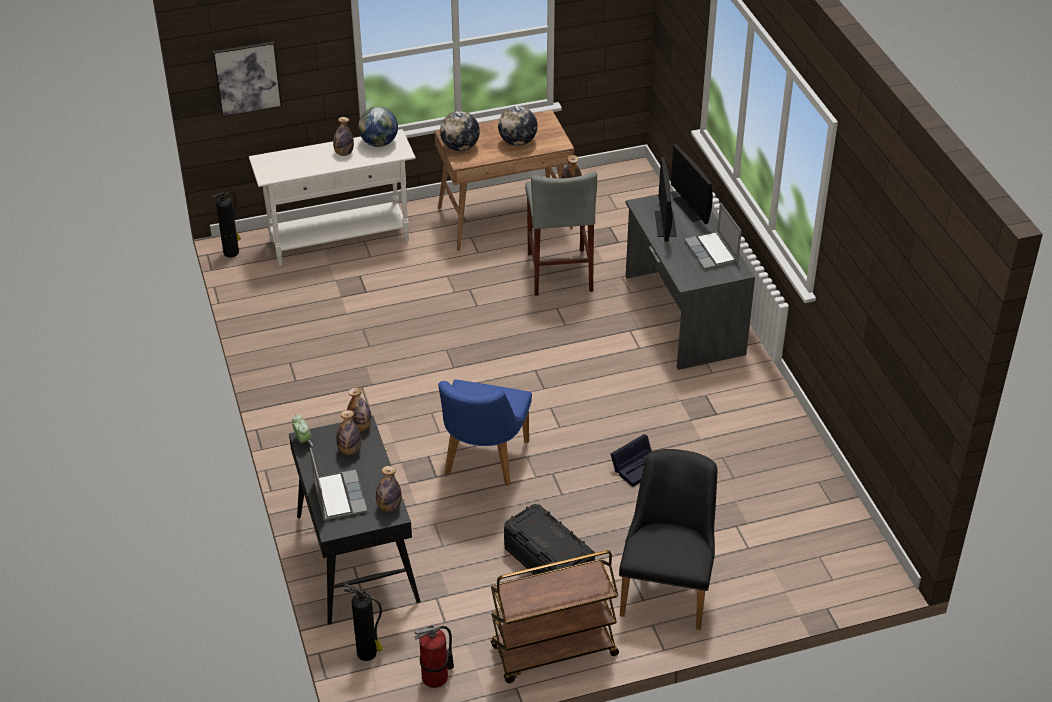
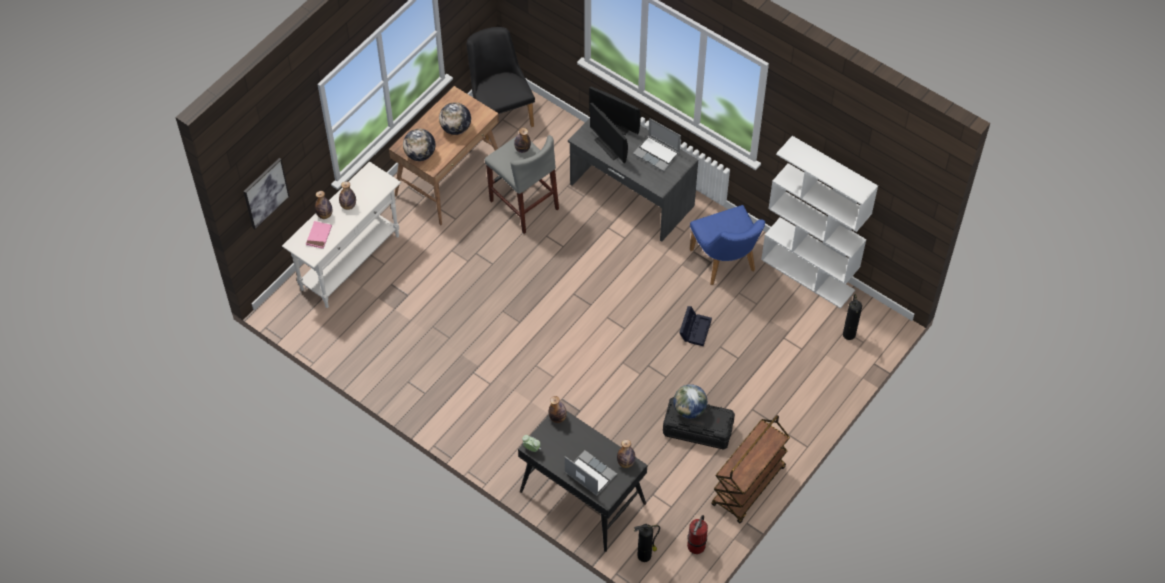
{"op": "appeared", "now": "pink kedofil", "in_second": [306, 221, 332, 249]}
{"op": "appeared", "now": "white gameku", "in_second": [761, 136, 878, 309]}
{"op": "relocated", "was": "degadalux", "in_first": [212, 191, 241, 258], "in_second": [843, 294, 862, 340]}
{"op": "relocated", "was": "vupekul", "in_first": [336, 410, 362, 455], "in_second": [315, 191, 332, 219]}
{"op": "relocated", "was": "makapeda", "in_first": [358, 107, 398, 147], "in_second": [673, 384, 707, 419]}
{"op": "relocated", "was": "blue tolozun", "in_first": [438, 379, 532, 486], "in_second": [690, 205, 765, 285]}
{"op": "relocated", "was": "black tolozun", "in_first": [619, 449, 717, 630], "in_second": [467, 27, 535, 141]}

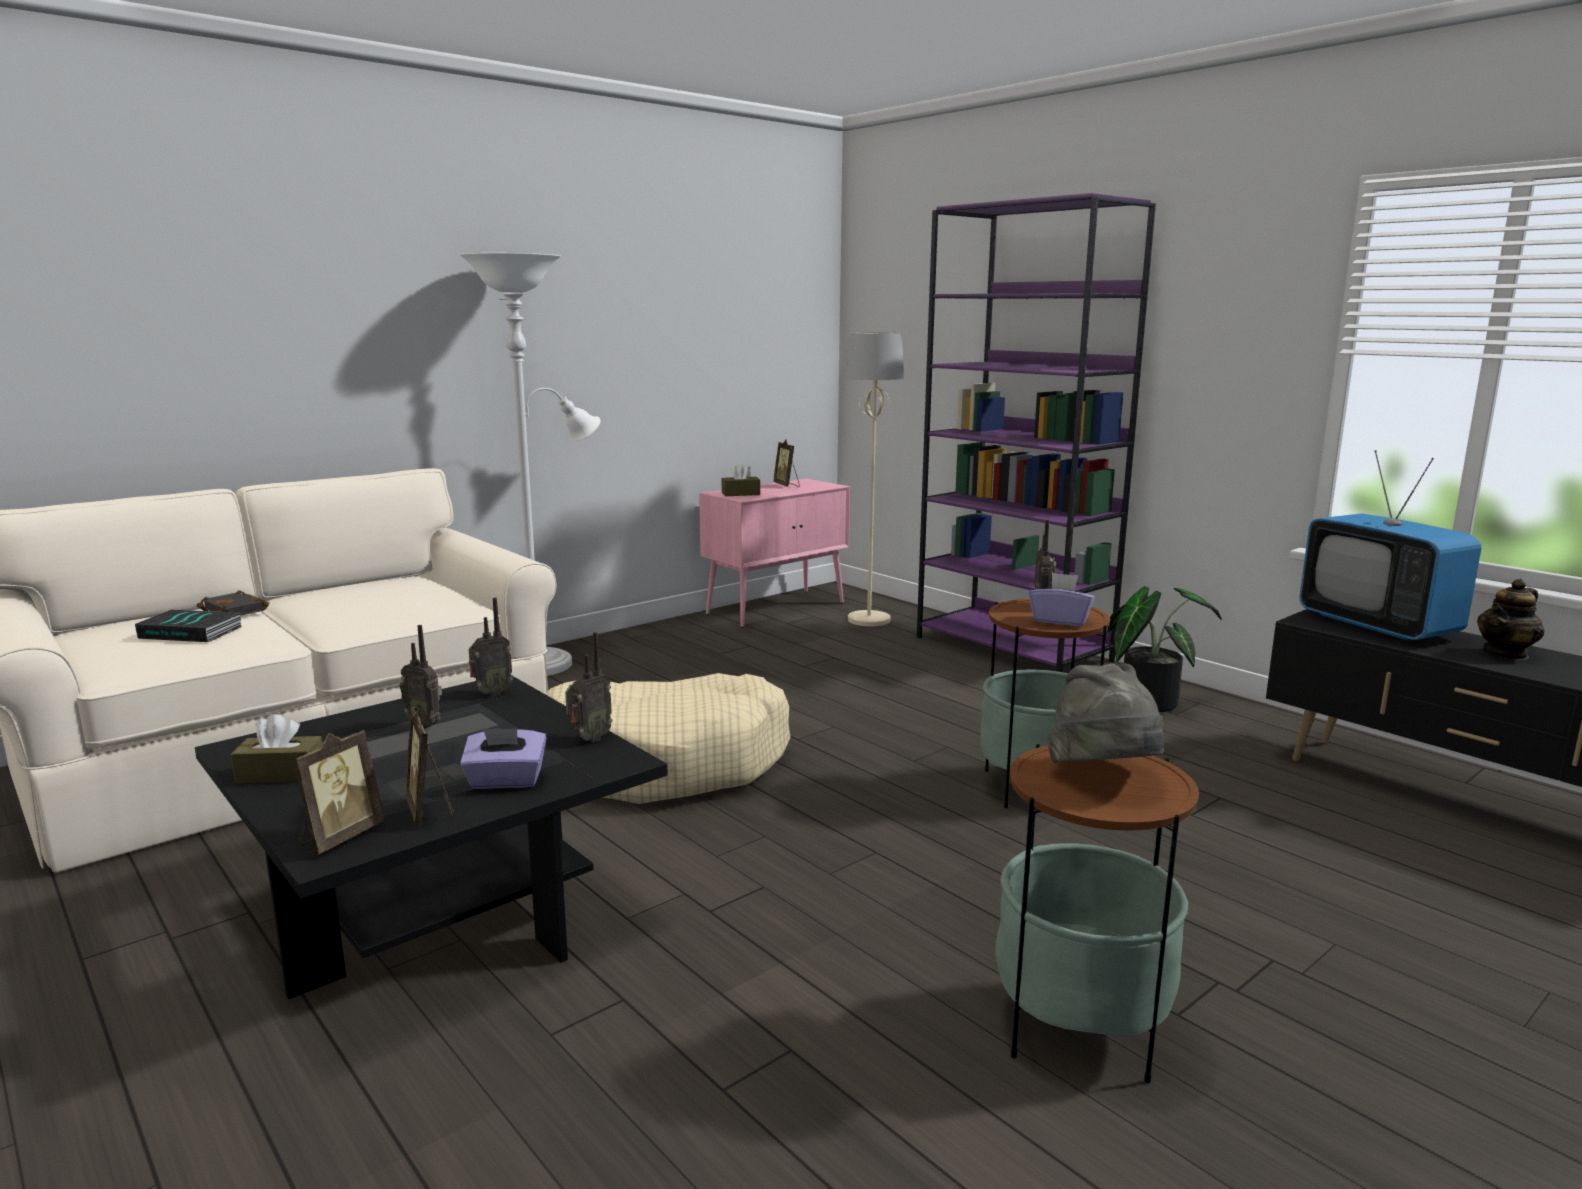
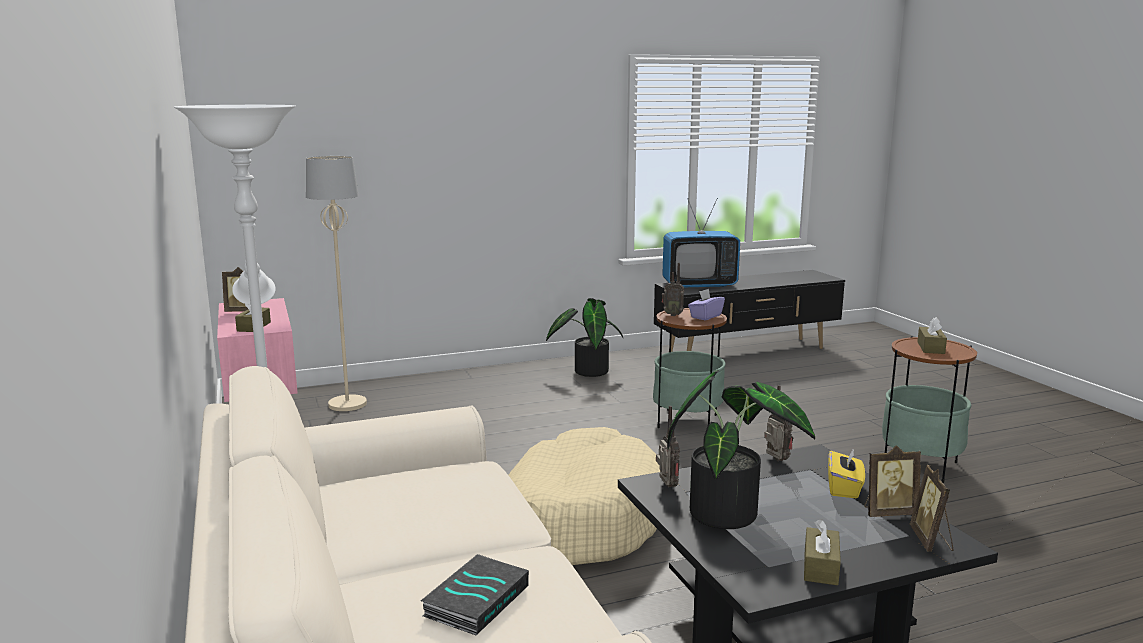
{"op": "missing", "was": "black kedofil", "in_first": [197, 590, 269, 616]}
{"op": "missing", "was": "purple gameku", "in_first": [917, 193, 1156, 672]}
{"op": "missing", "was": "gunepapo", "in_first": [1477, 578, 1545, 660]}
{"op": "exchanged", "was": "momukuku", "now": "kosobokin", "in_first": [399, 625, 442, 729], "in_second": [667, 370, 815, 529]}
{"op": "exchanged", "was": "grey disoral", "now": "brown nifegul", "in_first": [1048, 663, 1164, 763], "in_second": [917, 317, 947, 354]}
{"op": "colour", "was": "purple nifegul", "now": "yellow nifegul", "in_first": [460, 728, 546, 789], "in_second": [828, 448, 865, 499]}
{"op": "spun", "was": "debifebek", "in_first": [293, 730, 385, 854], "in_second": [910, 465, 954, 552], "clockwise": -135}

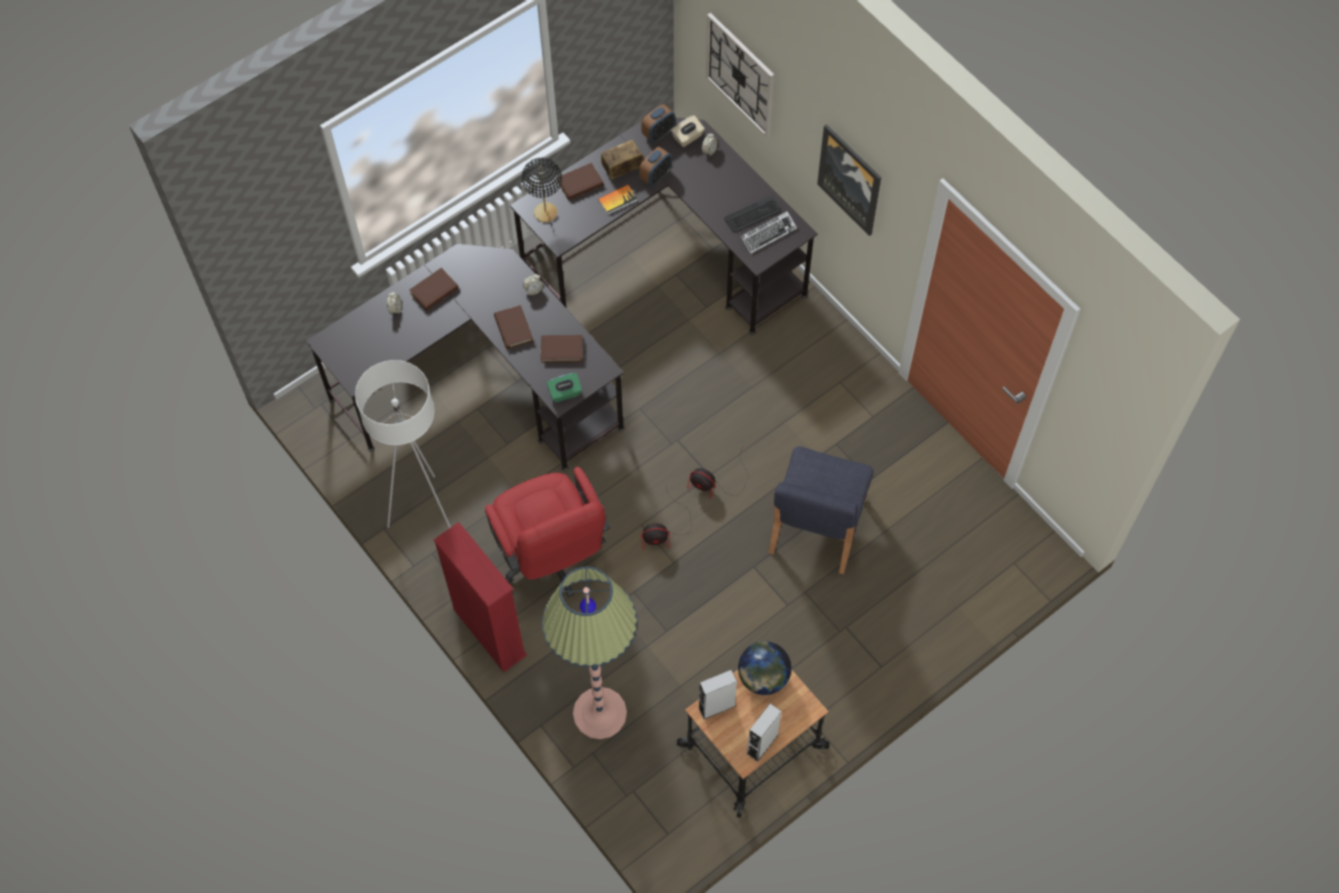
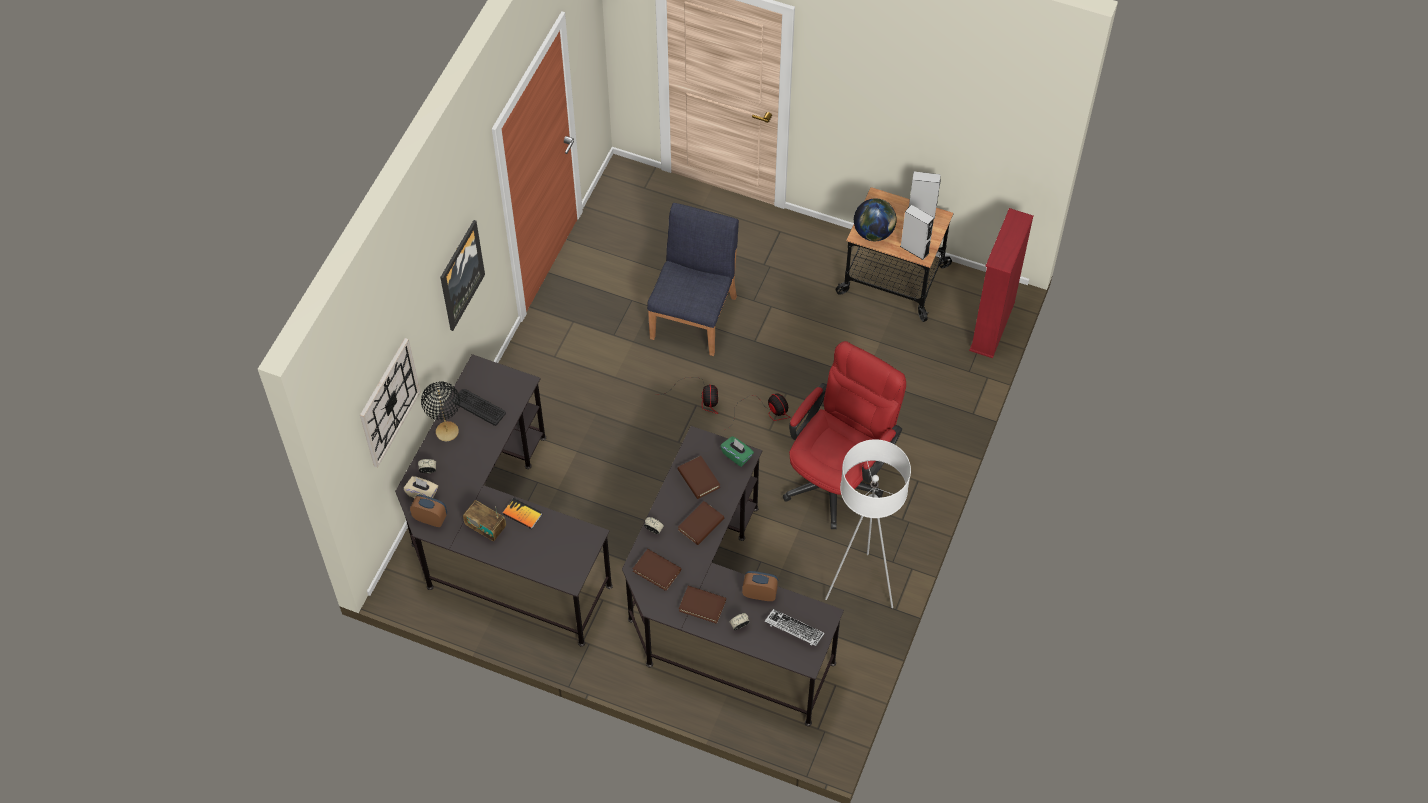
{"op": "missing", "was": "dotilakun", "in_first": [542, 566, 637, 739]}
{"op": "relocated", "was": "red gameku", "in_first": [434, 522, 527, 672], "in_second": [969, 208, 1034, 358]}
{"op": "relocated", "was": "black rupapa", "in_first": [522, 158, 562, 223], "in_second": [421, 381, 460, 442]}
{"op": "relocated", "was": "brown kedofil", "in_first": [557, 163, 604, 200], "in_second": [633, 549, 681, 591]}
{"op": "relocated", "was": "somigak", "in_first": [639, 147, 672, 186], "in_second": [742, 571, 778, 601]}
{"op": "relocated", "was": "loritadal", "in_first": [740, 211, 797, 254], "in_second": [765, 609, 824, 646]}
{"op": "spun", "was": "blue tolozun", "in_first": [769, 447, 874, 574], "in_second": [647, 203, 739, 356], "clockwise": -60}

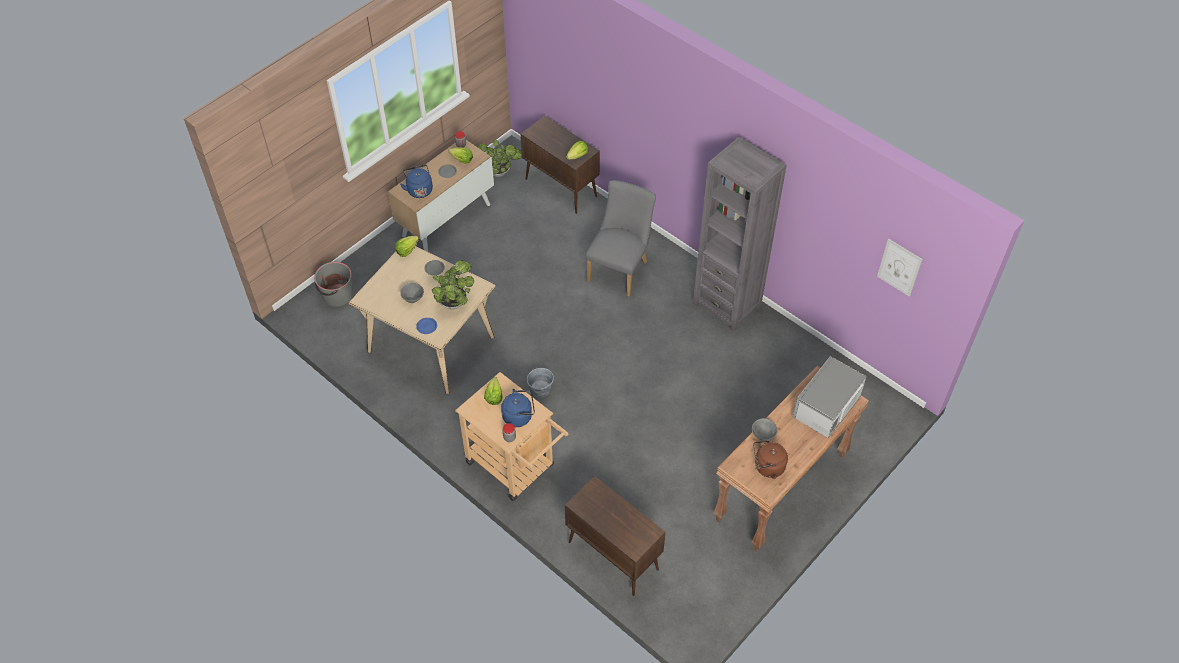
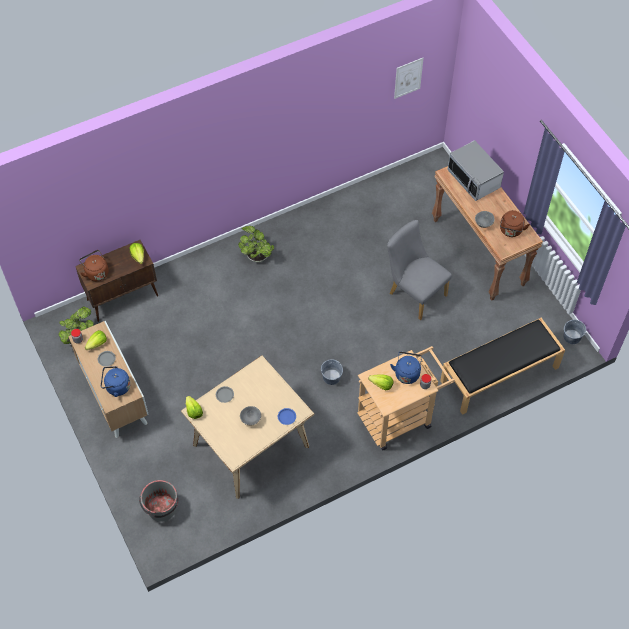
{"op": "missing", "was": "grey gameku", "in_first": [693, 137, 787, 332]}
{"op": "appeared", "now": "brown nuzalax", "in_second": [79, 250, 109, 281]}
{"op": "appeared", "now": "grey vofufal", "in_second": [563, 320, 586, 344]}
{"op": "relocated", "was": "kosobokin", "in_first": [432, 260, 474, 309], "in_second": [238, 226, 274, 262]}
{"op": "relocated", "was": "grey tolozun", "in_first": [585, 180, 656, 297], "in_second": [387, 220, 452, 320]}
{"op": "exchanged", "was": "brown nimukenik", "now": "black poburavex", "in_first": [565, 476, 666, 596], "in_second": [440, 318, 565, 415]}

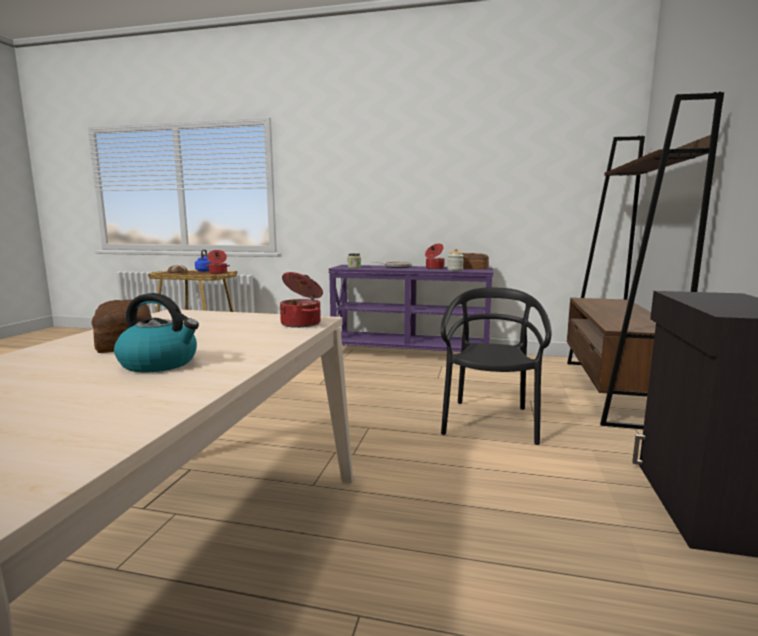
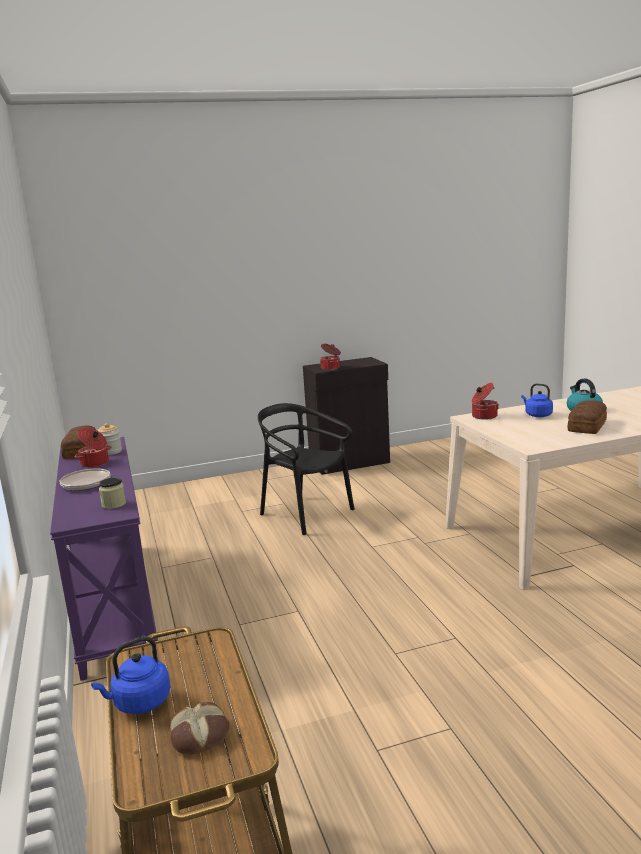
{"op": "missing", "was": "brown gameku", "in_first": [567, 92, 724, 429]}
{"op": "appeared", "now": "blue nuzalax", "in_second": [521, 383, 553, 417]}
{"op": "relocated", "was": "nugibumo", "in_first": [206, 250, 230, 274], "in_second": [320, 344, 341, 370]}
{"op": "spun", "was": "black tolozun", "in_first": [441, 287, 552, 445], "in_second": [258, 403, 355, 535], "clockwise": 60}

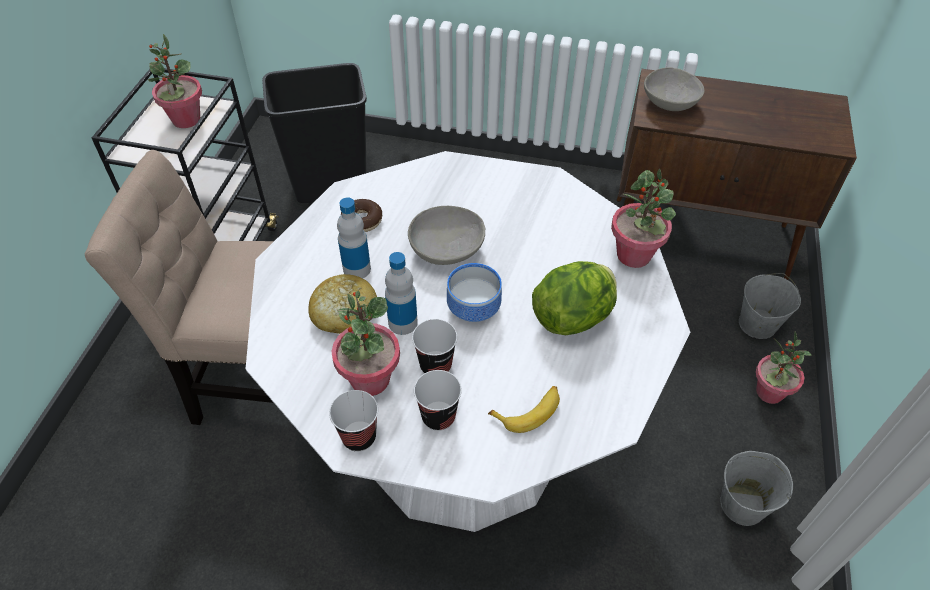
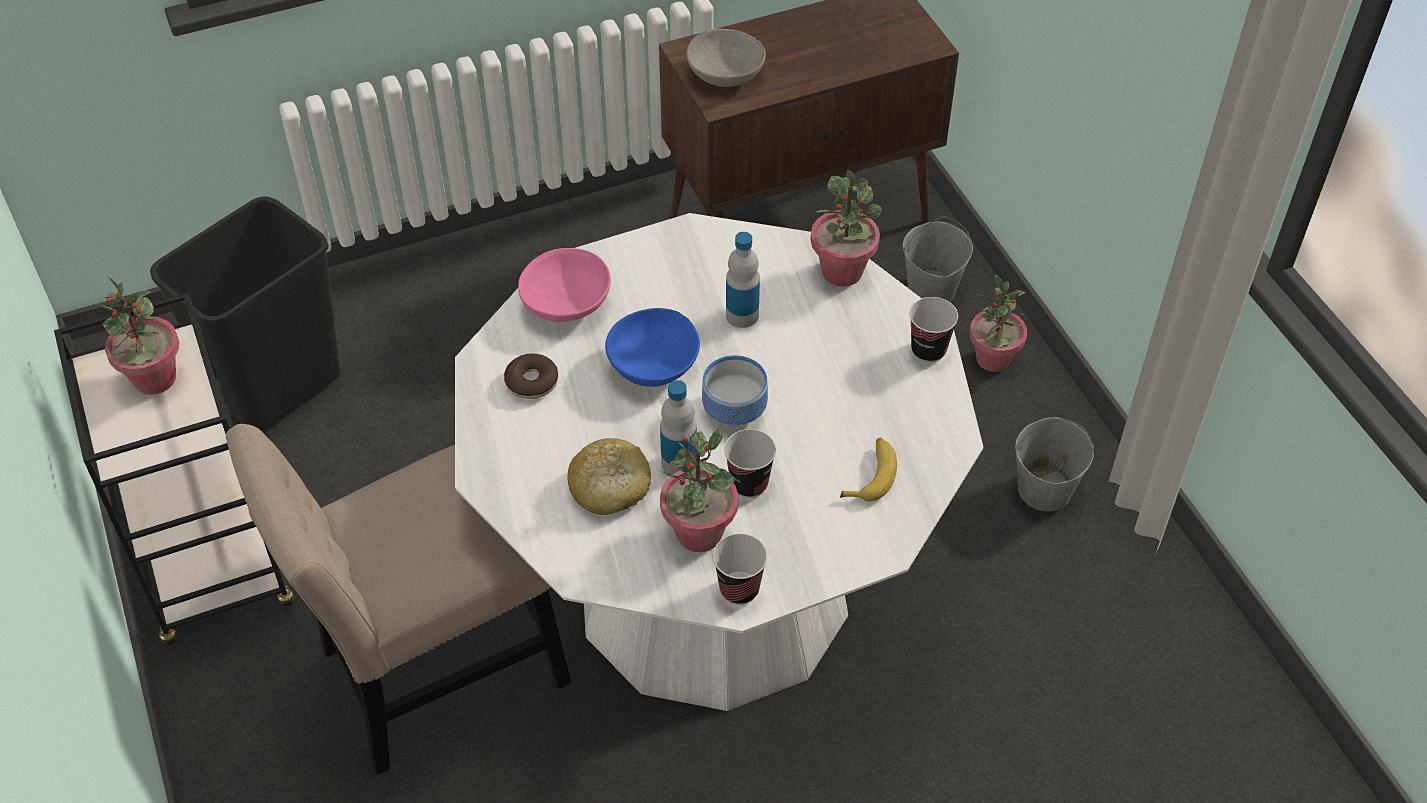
{"op": "missing", "was": "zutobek", "in_first": [532, 261, 617, 335]}
{"op": "appeared", "now": "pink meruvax", "in_second": [518, 248, 611, 322]}
{"op": "relocated", "was": "vupekul", "in_first": [337, 198, 371, 278], "in_second": [726, 232, 760, 328]}
{"op": "relocated", "was": "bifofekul", "in_first": [414, 370, 462, 431], "in_second": [910, 297, 958, 363]}
{"op": "colour", "was": "grey meruvax", "now": "blue meruvax", "in_first": [408, 206, 485, 265], "in_second": [605, 308, 700, 387]}

